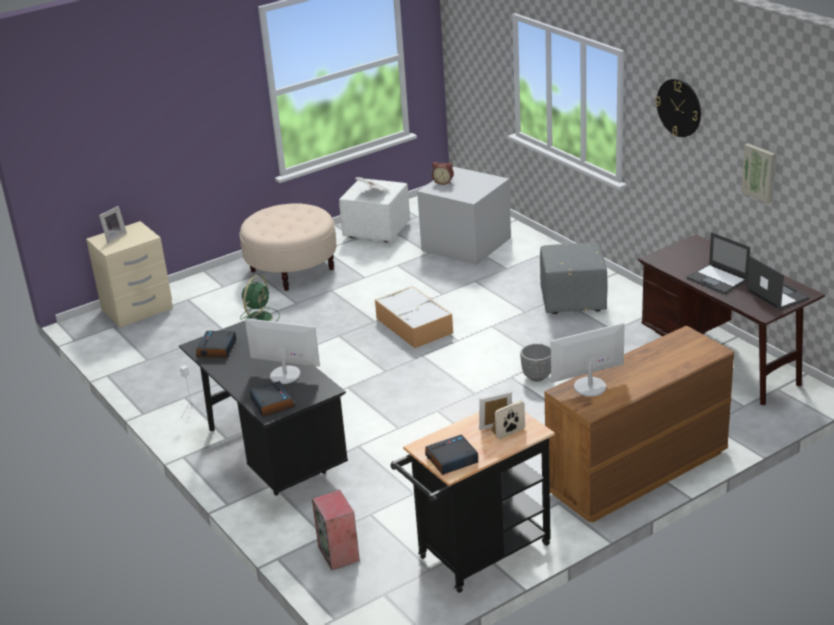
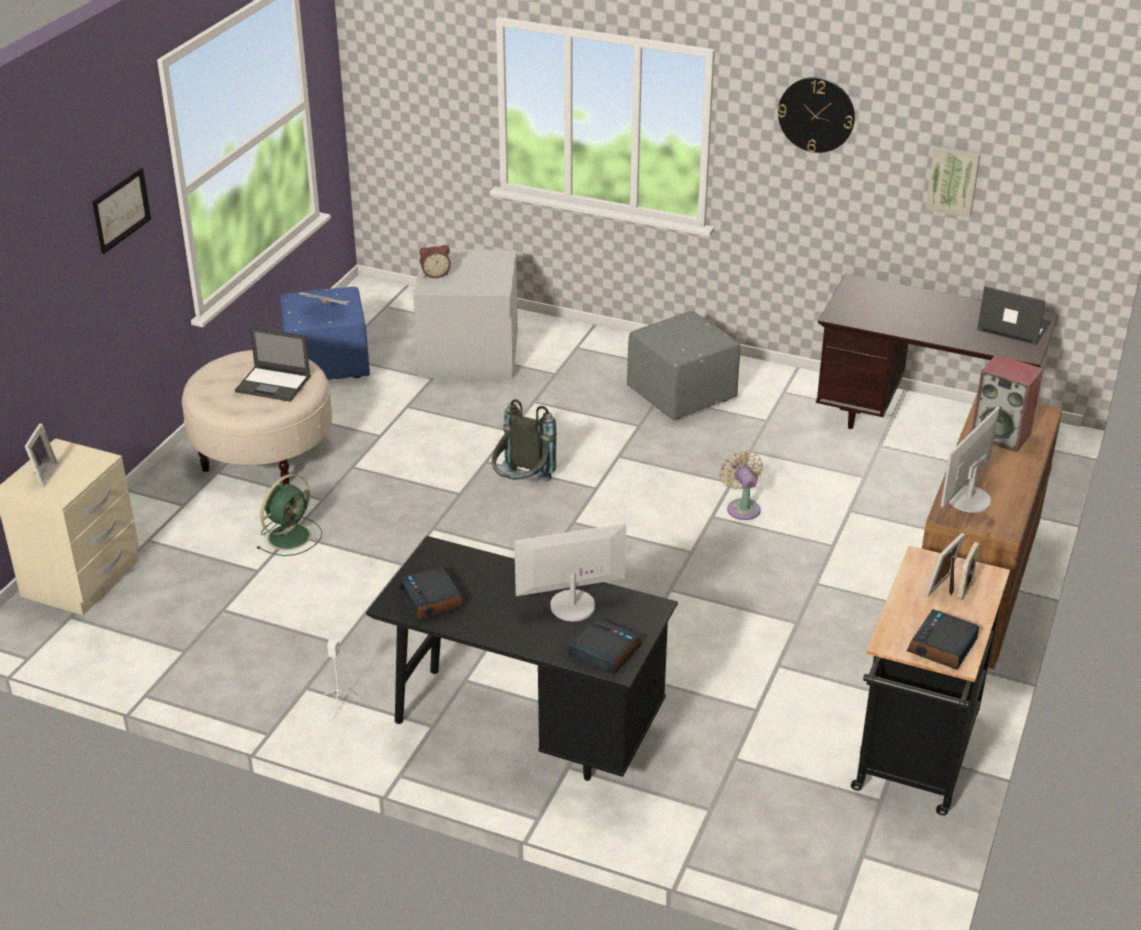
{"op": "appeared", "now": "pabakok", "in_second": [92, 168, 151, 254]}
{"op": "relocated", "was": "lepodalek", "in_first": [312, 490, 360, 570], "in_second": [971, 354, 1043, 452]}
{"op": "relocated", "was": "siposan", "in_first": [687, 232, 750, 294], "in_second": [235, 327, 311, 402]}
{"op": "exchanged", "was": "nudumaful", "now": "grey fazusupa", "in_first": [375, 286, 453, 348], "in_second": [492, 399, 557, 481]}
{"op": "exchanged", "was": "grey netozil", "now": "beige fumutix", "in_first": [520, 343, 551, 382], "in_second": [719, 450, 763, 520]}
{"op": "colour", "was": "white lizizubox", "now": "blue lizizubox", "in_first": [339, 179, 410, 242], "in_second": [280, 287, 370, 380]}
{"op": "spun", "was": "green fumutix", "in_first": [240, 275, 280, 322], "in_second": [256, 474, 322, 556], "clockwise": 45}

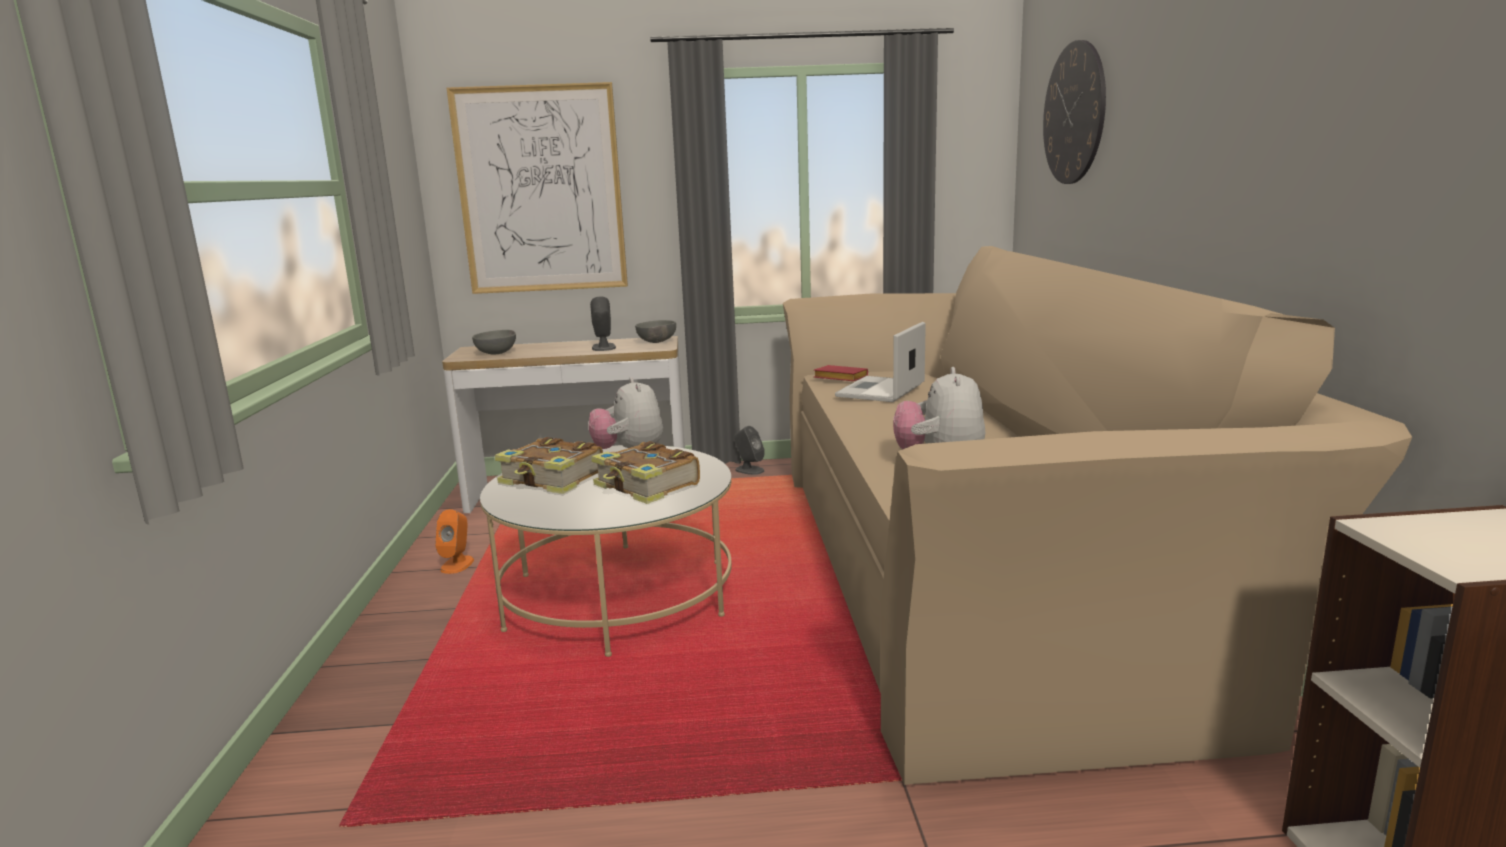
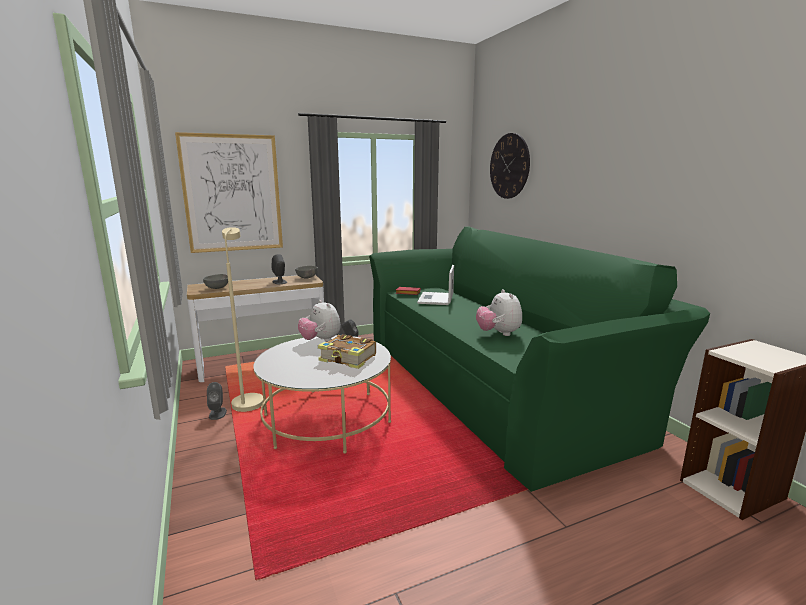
{"op": "missing", "was": "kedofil", "in_first": [494, 437, 603, 494]}
{"op": "appeared", "now": "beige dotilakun", "in_second": [222, 227, 263, 412]}
{"op": "colour", "was": "orange lepodalek", "now": "grey lepodalek", "in_first": [435, 509, 474, 574], "in_second": [207, 382, 227, 420]}
{"op": "colour", "was": "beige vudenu", "now": "green vudenu", "in_first": [783, 246, 1412, 785], "in_second": [369, 226, 710, 492]}

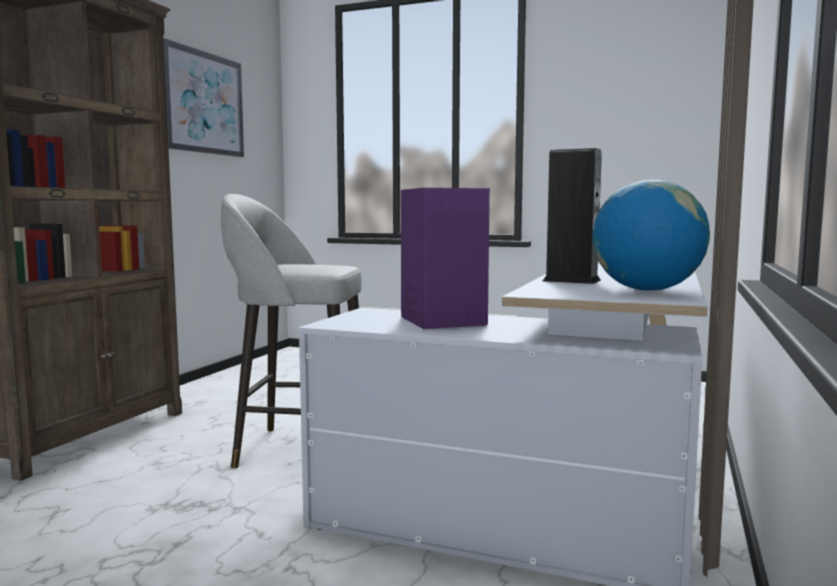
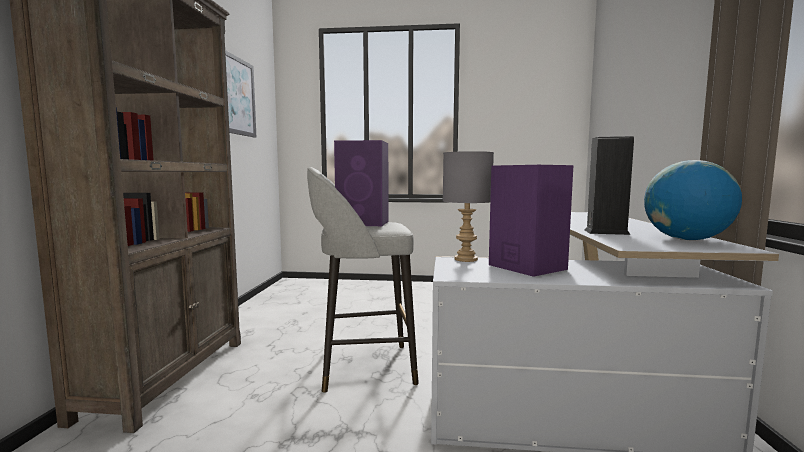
{"op": "appeared", "now": "purple lepodalek", "in_second": [334, 140, 389, 226]}
{"op": "appeared", "now": "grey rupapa", "in_second": [443, 151, 494, 262]}

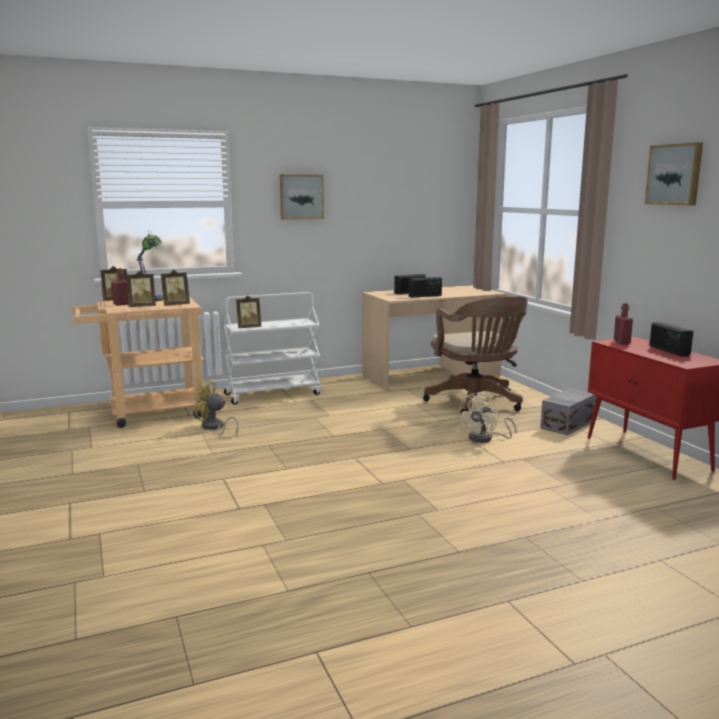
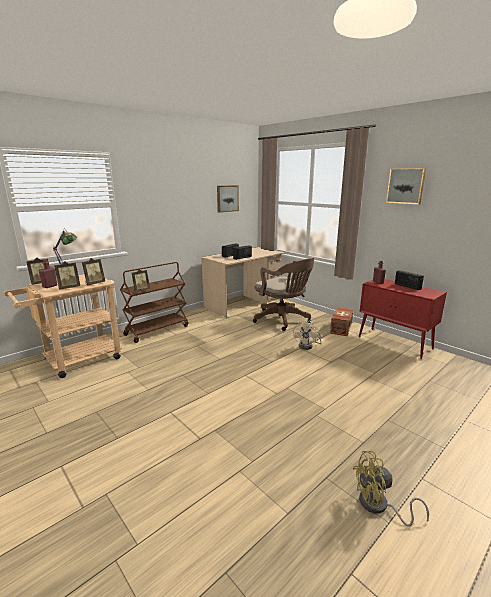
{"op": "relocated", "was": "yellow fumutix", "in_first": [195, 380, 239, 435], "in_second": [353, 451, 429, 527]}
{"op": "relocated", "was": "pabakok", "in_first": [280, 174, 324, 220], "in_second": [217, 185, 239, 213]}
{"op": "colour", "was": "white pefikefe", "now": "brown pefikefe", "in_first": [224, 292, 321, 405], "in_second": [120, 262, 189, 343]}
{"op": "colour", "was": "grey nudumaful", "now": "brown nudumaful", "in_first": [540, 388, 596, 435], "in_second": [330, 307, 353, 336]}

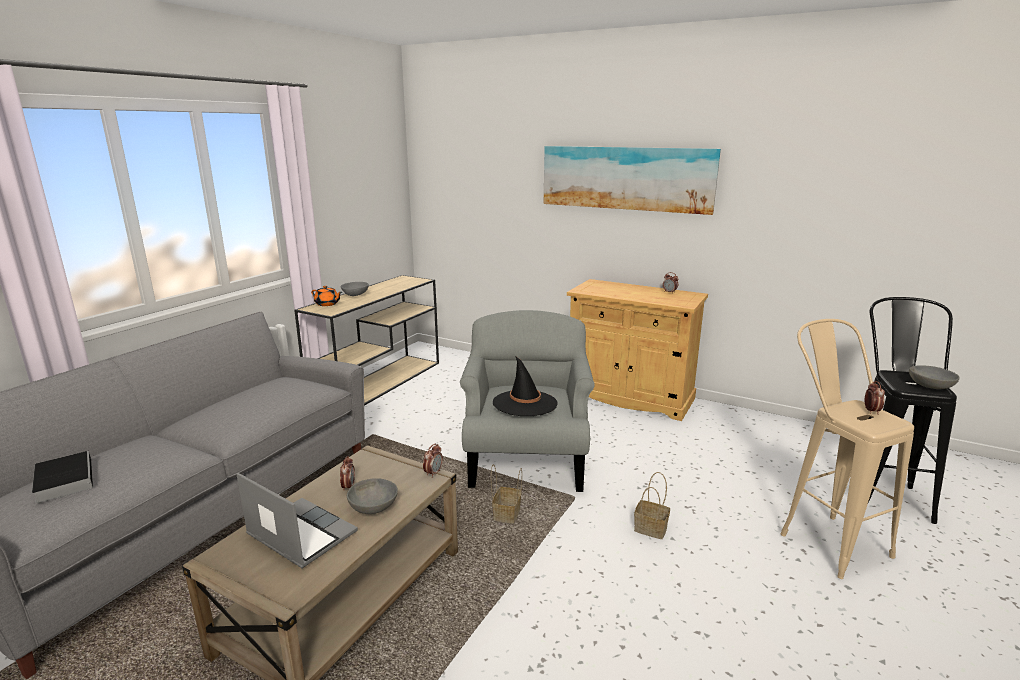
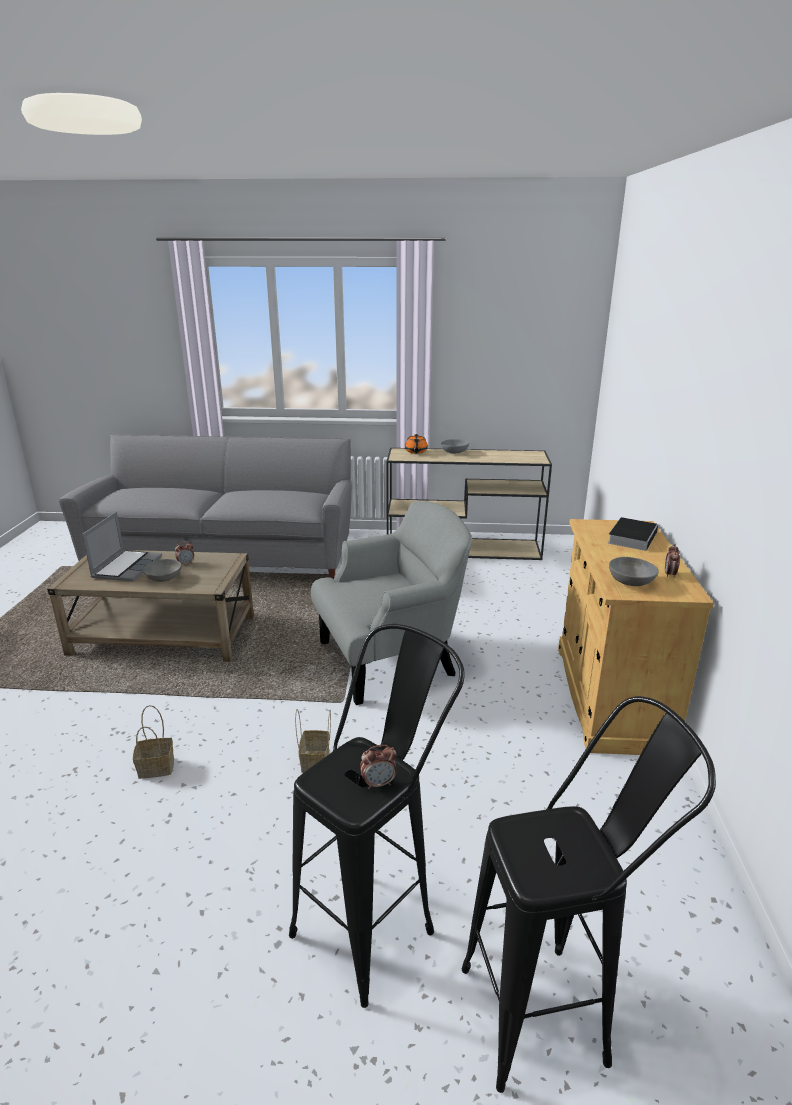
{"op": "missing", "was": "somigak", "in_first": [423, 444, 443, 478]}
{"op": "missing", "was": "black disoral", "in_first": [493, 357, 558, 416]}
{"op": "missing", "was": "pabakok", "in_first": [544, 146, 721, 215]}
{"op": "relocated", "was": "kedofil", "in_first": [32, 451, 93, 504], "in_second": [608, 517, 658, 551]}
{"op": "relocated", "was": "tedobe", "in_first": [491, 464, 522, 523], "in_second": [133, 705, 174, 779]}
{"op": "relocated", "was": "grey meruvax", "in_first": [909, 366, 960, 389], "in_second": [609, 557, 659, 586]}
{"op": "colour", "was": "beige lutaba", "now": "black lutaba", "in_first": [780, 319, 914, 579], "in_second": [289, 624, 464, 1008]}

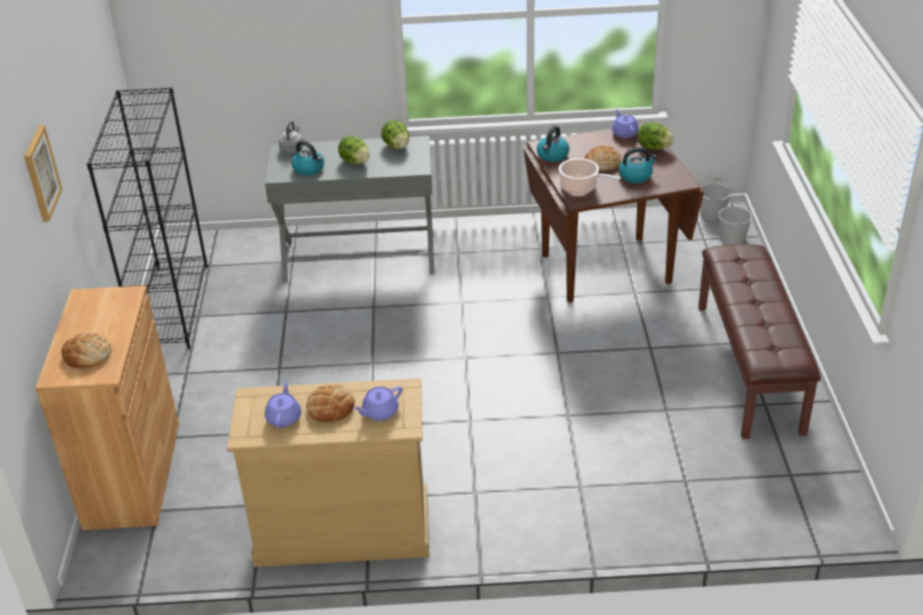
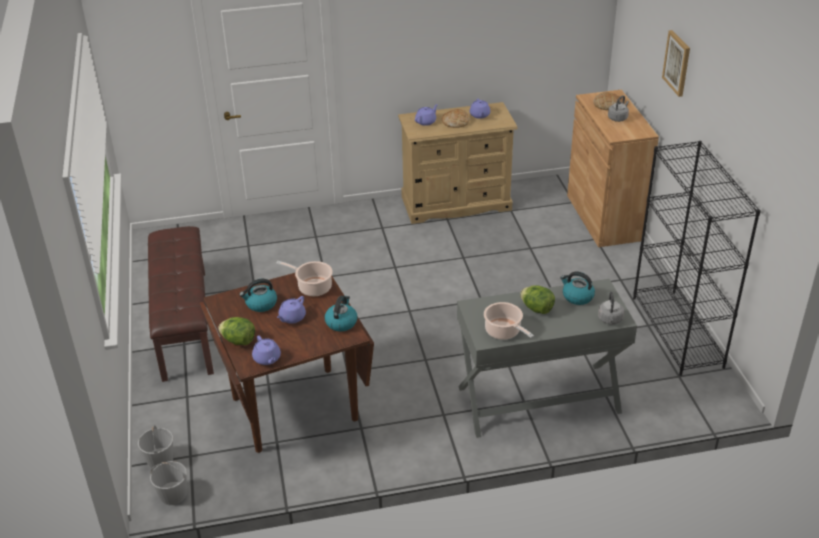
{"op": "appeared", "now": "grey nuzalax", "in_second": [608, 95, 629, 122]}
{"op": "exchanged", "was": "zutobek", "now": "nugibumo", "in_first": [381, 120, 409, 149], "in_second": [484, 302, 534, 340]}
{"op": "exchanged", "was": "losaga", "now": "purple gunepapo", "in_first": [584, 145, 621, 171], "in_second": [277, 296, 306, 324]}

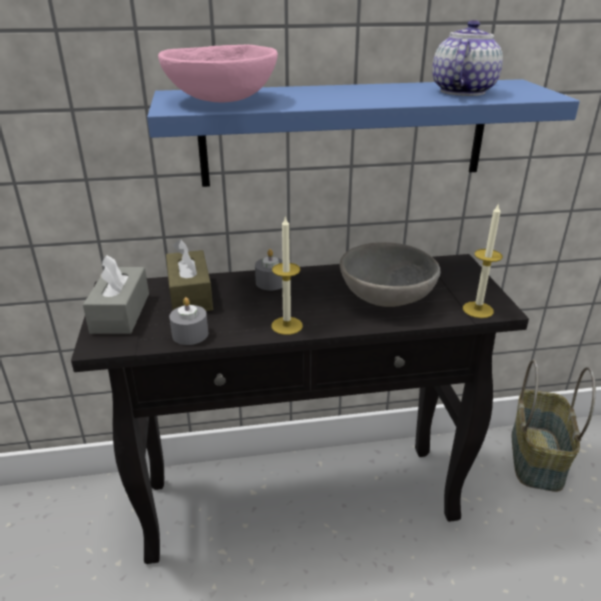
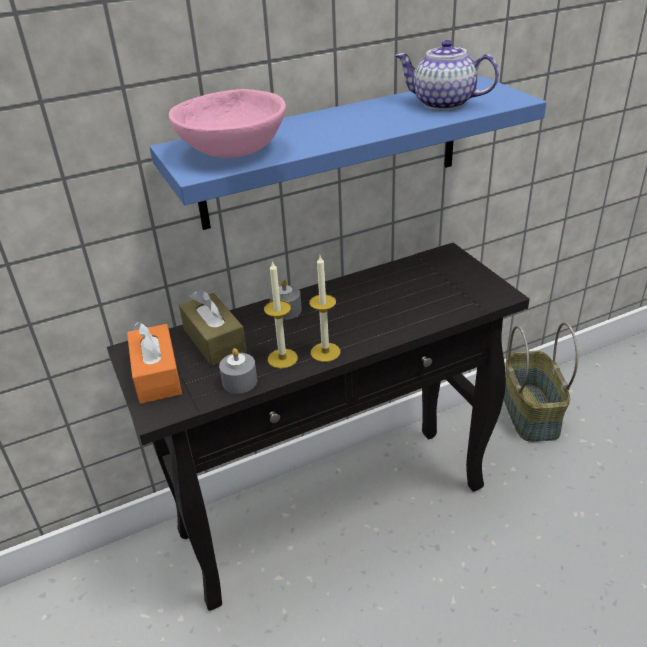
{"op": "missing", "was": "grey meruvax", "in_first": [339, 242, 440, 307]}
{"op": "relocated", "was": "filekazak", "in_first": [463, 203, 503, 318], "in_second": [264, 260, 298, 369]}
{"op": "colour", "was": "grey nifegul", "now": "orange nifegul", "in_first": [83, 254, 149, 334], "in_second": [127, 322, 182, 404]}
{"op": "spun", "was": "gunepapo", "in_first": [432, 20, 503, 96], "in_second": [395, 39, 499, 110], "clockwise": -75}

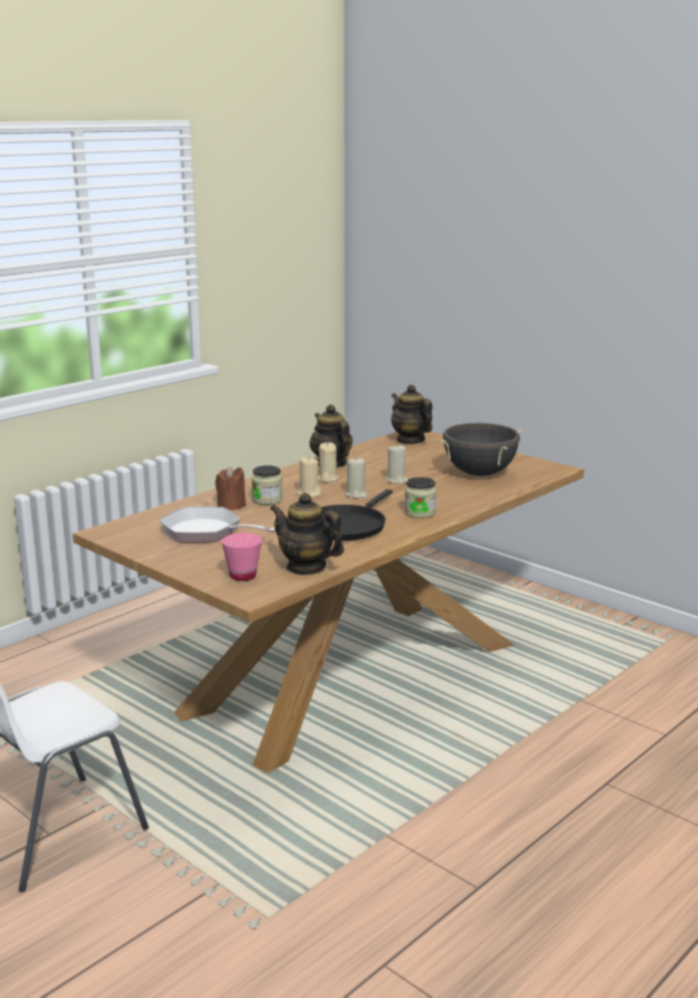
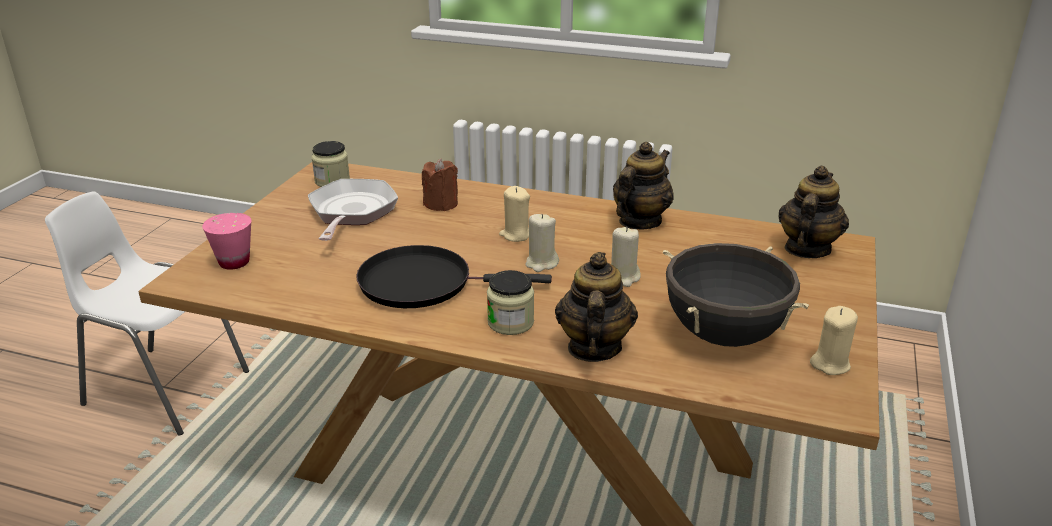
{"op": "relocated", "was": "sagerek", "in_first": [252, 465, 283, 505], "in_second": [312, 141, 350, 187]}
{"op": "relocated", "was": "gunepapo", "in_first": [270, 492, 344, 575], "in_second": [555, 252, 638, 362]}
{"op": "relocated", "was": "beige filekazak", "in_first": [318, 442, 338, 482], "in_second": [810, 306, 858, 375]}

